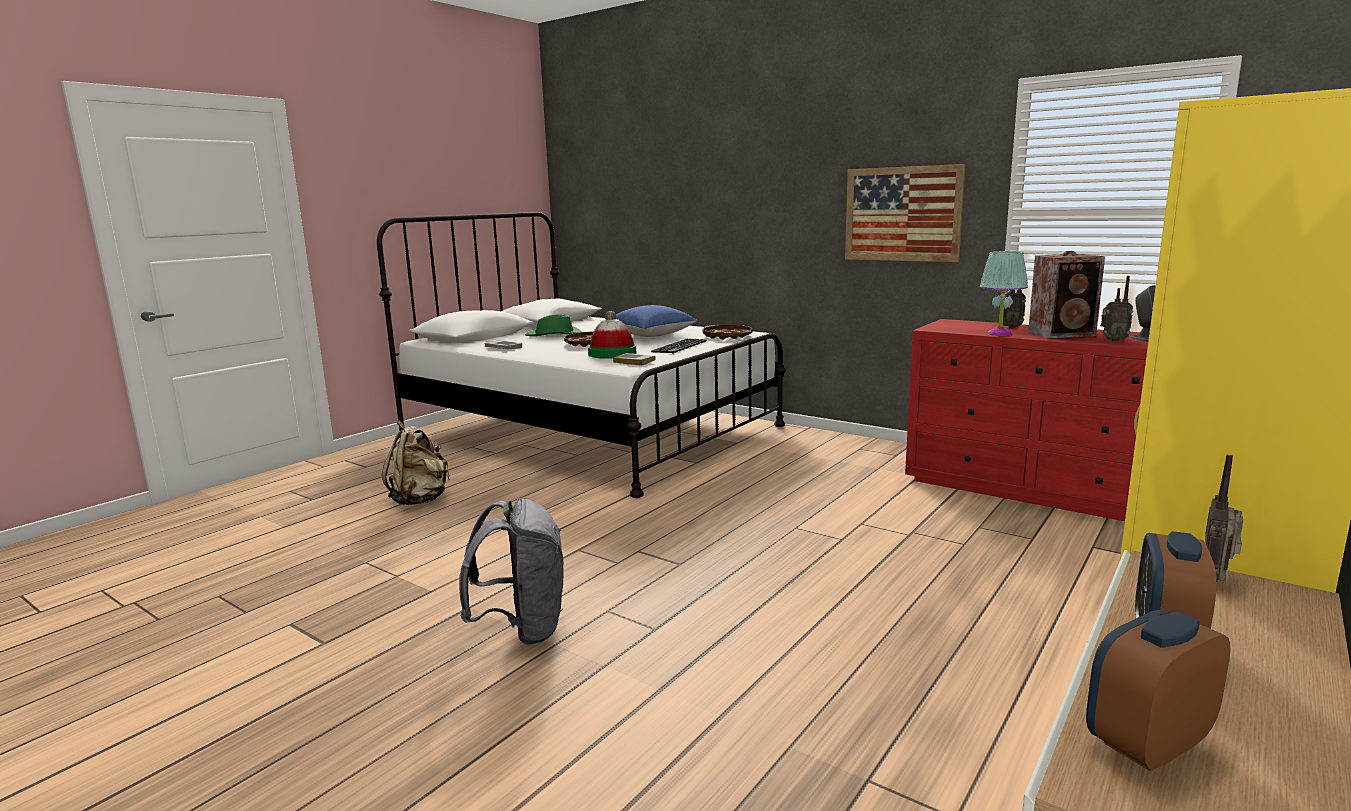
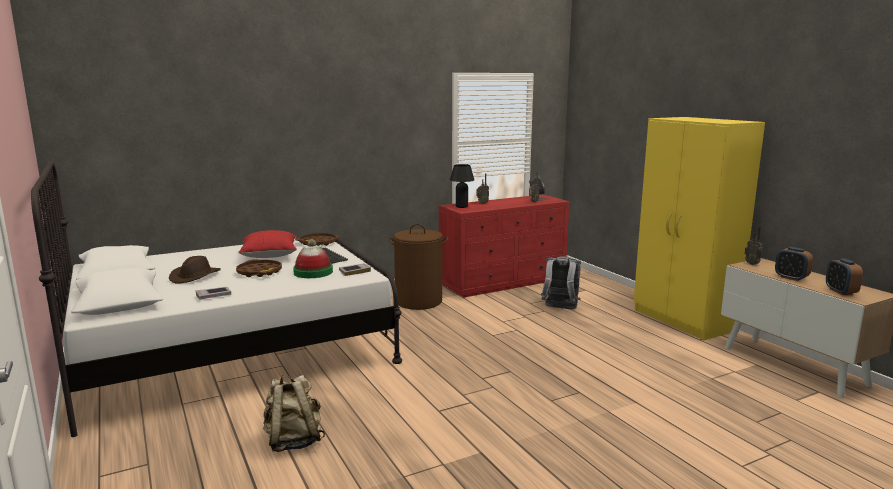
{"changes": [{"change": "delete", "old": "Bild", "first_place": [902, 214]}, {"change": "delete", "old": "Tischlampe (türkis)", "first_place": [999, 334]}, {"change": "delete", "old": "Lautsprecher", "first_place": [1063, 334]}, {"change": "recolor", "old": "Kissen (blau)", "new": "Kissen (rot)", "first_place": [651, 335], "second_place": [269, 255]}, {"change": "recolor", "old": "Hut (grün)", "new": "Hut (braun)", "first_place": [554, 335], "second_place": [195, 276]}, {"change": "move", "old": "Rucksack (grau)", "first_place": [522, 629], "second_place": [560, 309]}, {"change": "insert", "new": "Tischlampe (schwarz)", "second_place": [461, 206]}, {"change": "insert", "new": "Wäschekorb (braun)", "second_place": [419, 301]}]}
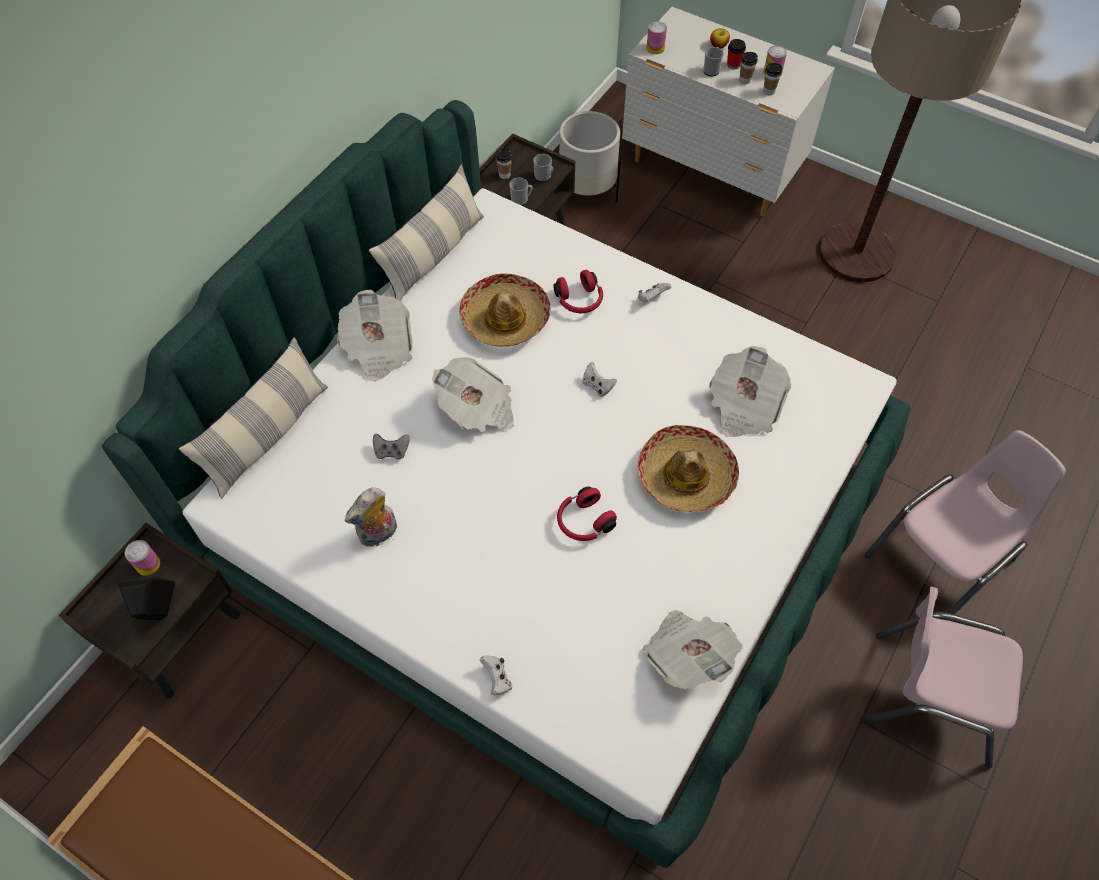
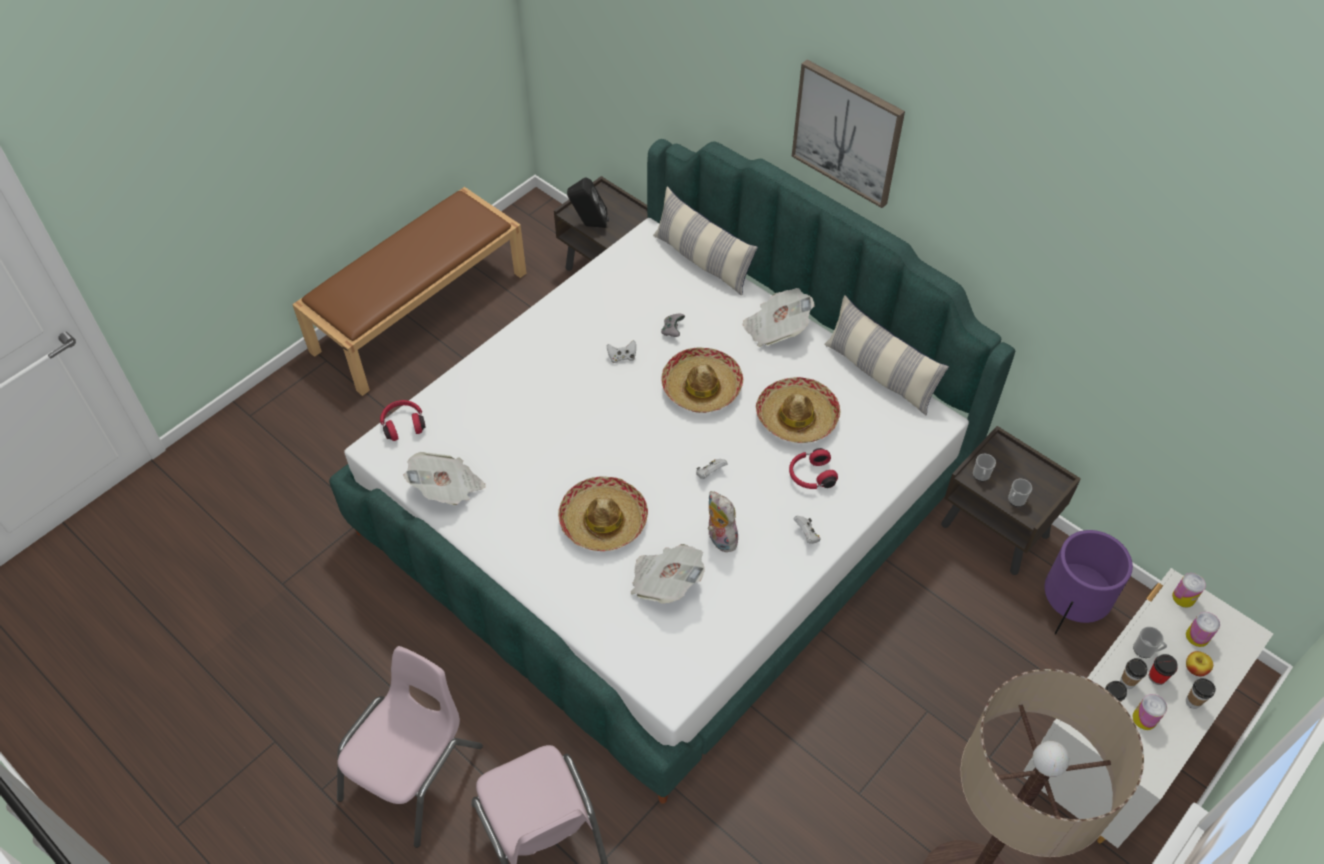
{"changes": [{"change": "recolor", "old": "Pflanzkübel (weiß)", "new": "Pflanzkübel (lila)", "first_place": [587, 192], "second_place": [1071, 606]}, {"change": "move", "old": "Tasse", "first_place": [504, 175], "second_place": [1192, 702]}, {"change": "replace", "old": "Zeitung", "new": "Hut", "first_place": [477, 409], "second_place": [701, 387]}, {"change": "move", "old": "Kopfhörer (rot)", "first_place": [583, 522], "second_place": [403, 424]}, {"change": "move", "old": "Plüschtier", "first_place": [378, 535], "second_place": [719, 538]}, {"change": "move", "old": "Dose", "first_place": [148, 564], "second_place": [1197, 636]}, {"change": "move", "old": "Gamepad (weiß)", "first_place": [497, 678], "second_place": [622, 357]}, {"change": "insert", "new": "Bild", "second_place": [847, 132]}]}
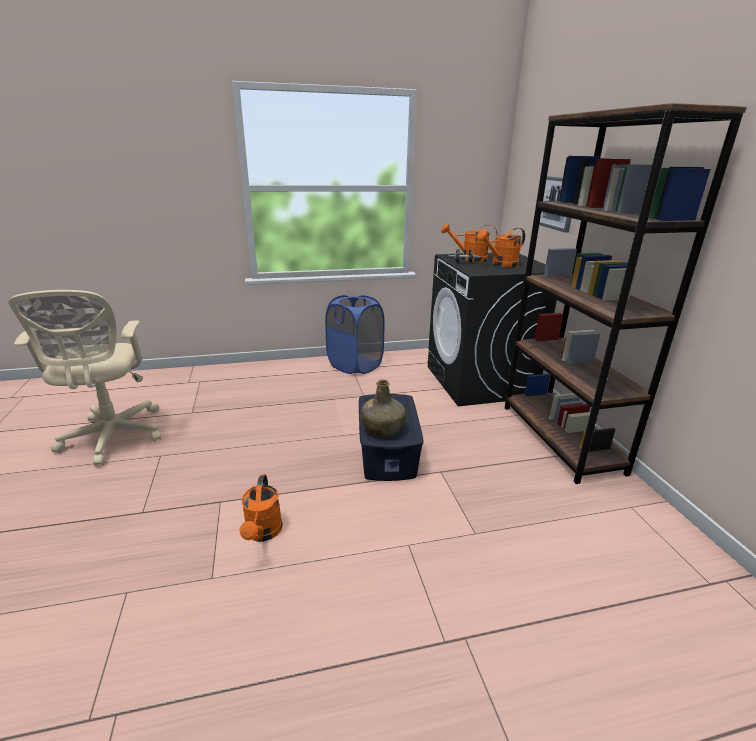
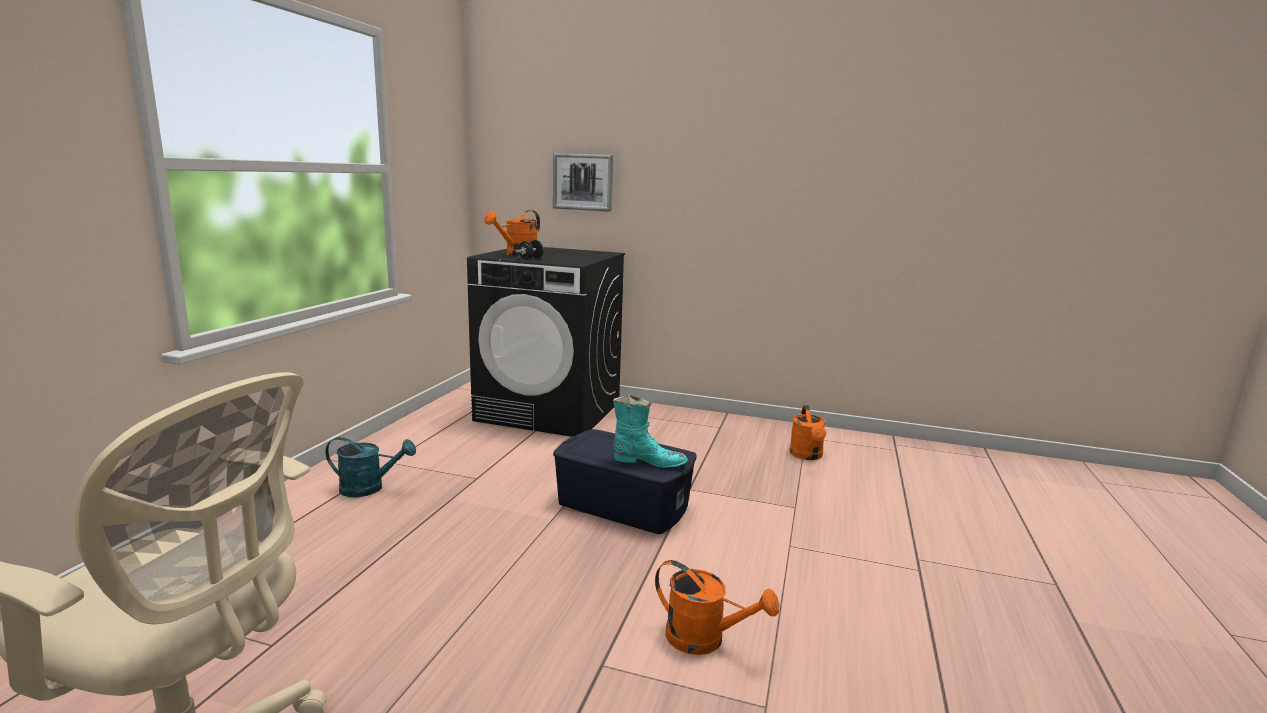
{"changes": [{"change": "delete", "old": "Bücherregal (braun)", "first_place": [560, 438]}, {"change": "move", "old": "Gießkanne (orange)", "first_place": [501, 265], "second_place": [807, 456]}, {"change": "delete", "old": "Wäschekorb (blau)", "first_place": [355, 365]}, {"change": "replace", "old": "Flasche (grün)", "new": "Stiefel (türkis)", "first_place": [382, 428], "second_place": [648, 462]}, {"change": "insert", "new": "Gießkanne (türkis)", "second_place": [369, 488]}]}
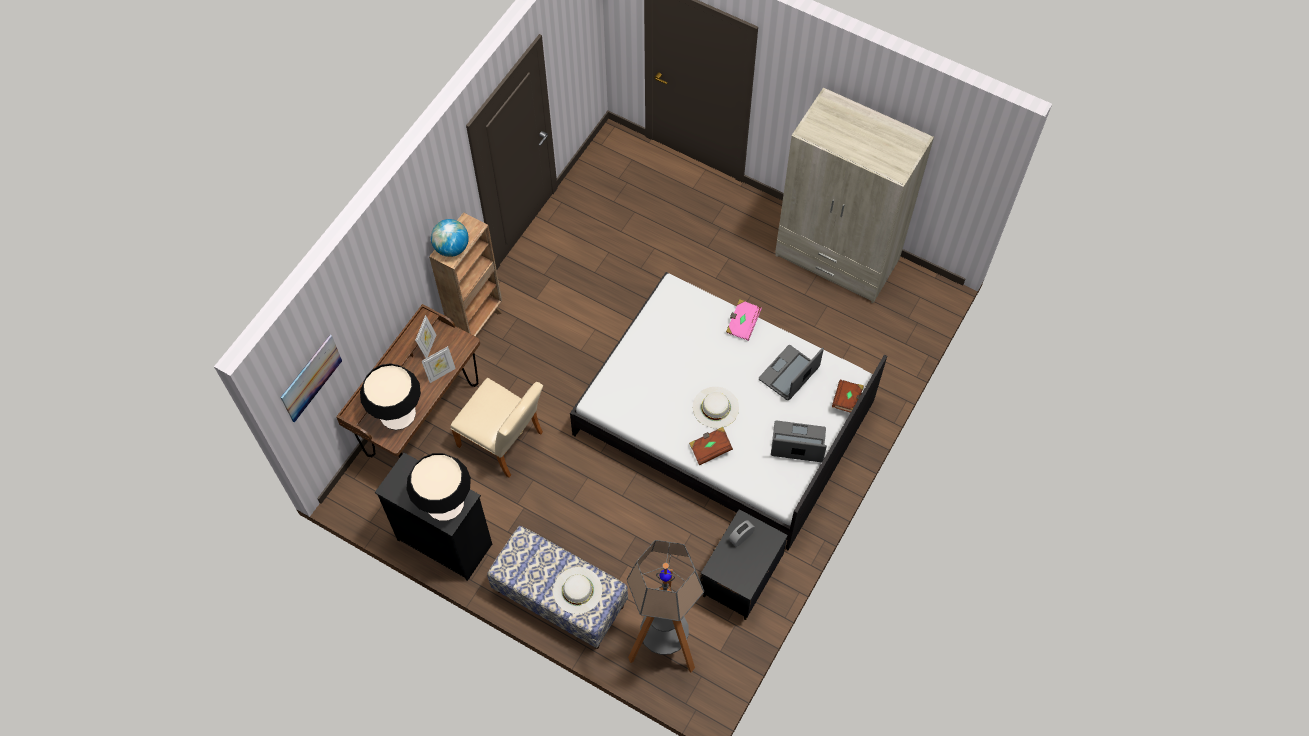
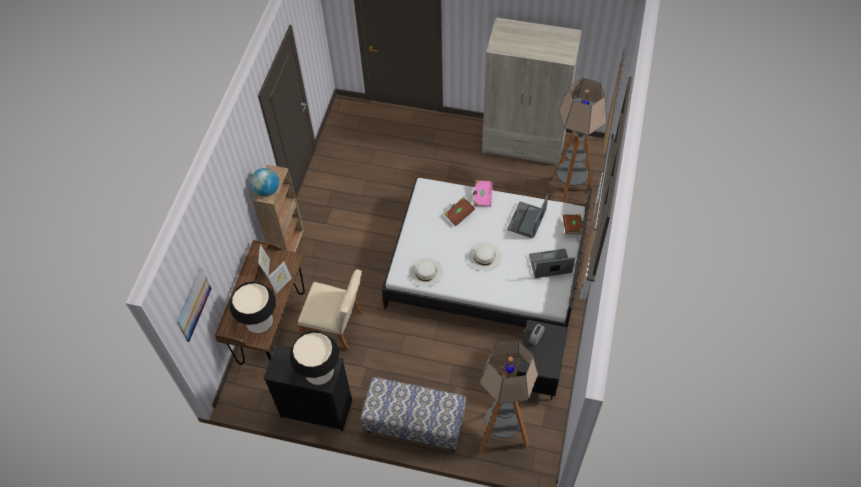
{"changes": [{"change": "move", "old": "Buch (braun)", "first_place": [710, 449], "second_place": [459, 214]}, {"change": "move", "old": "Hut (weiß)", "first_place": [577, 590], "second_place": [426, 272]}, {"change": "insert", "new": "Stehlampe", "second_place": [568, 193]}]}
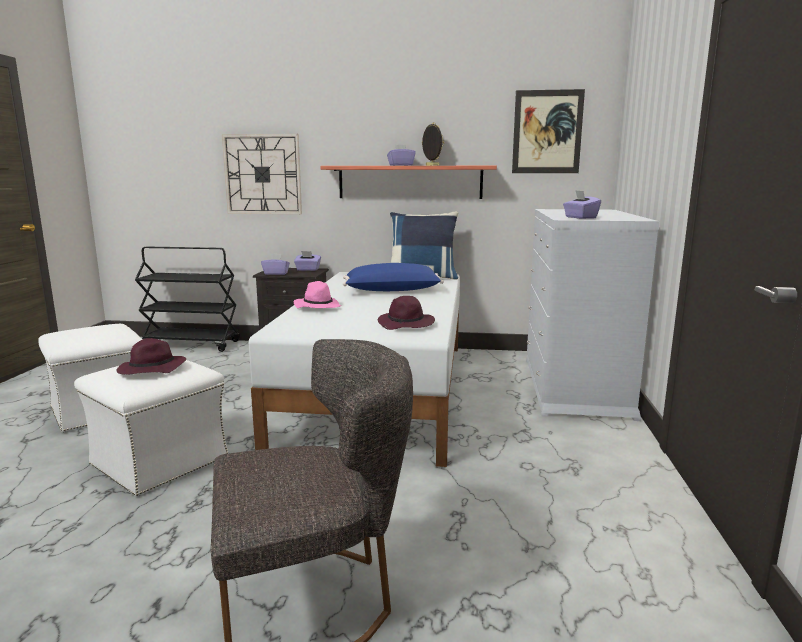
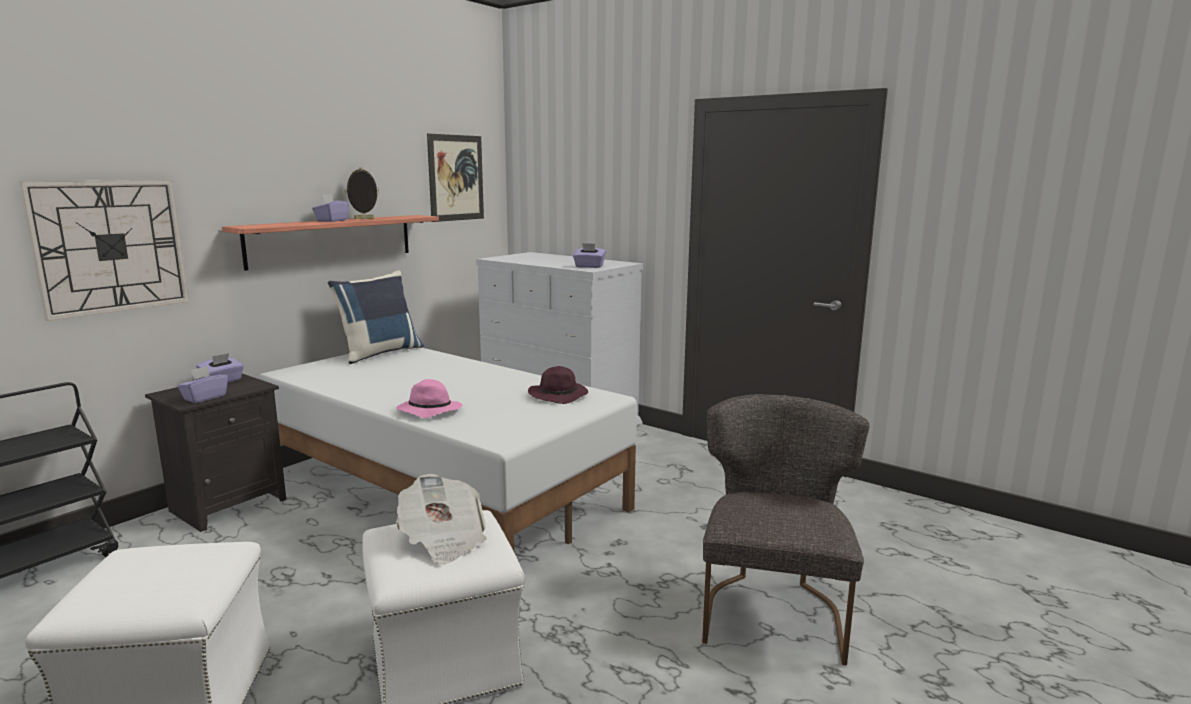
{"changes": [{"change": "delete", "old": "Kissen (blau)", "first_place": [392, 291]}, {"change": "replace", "old": "Hut (lila)", "new": "Zeitung", "first_place": [151, 370], "second_place": [443, 540]}]}
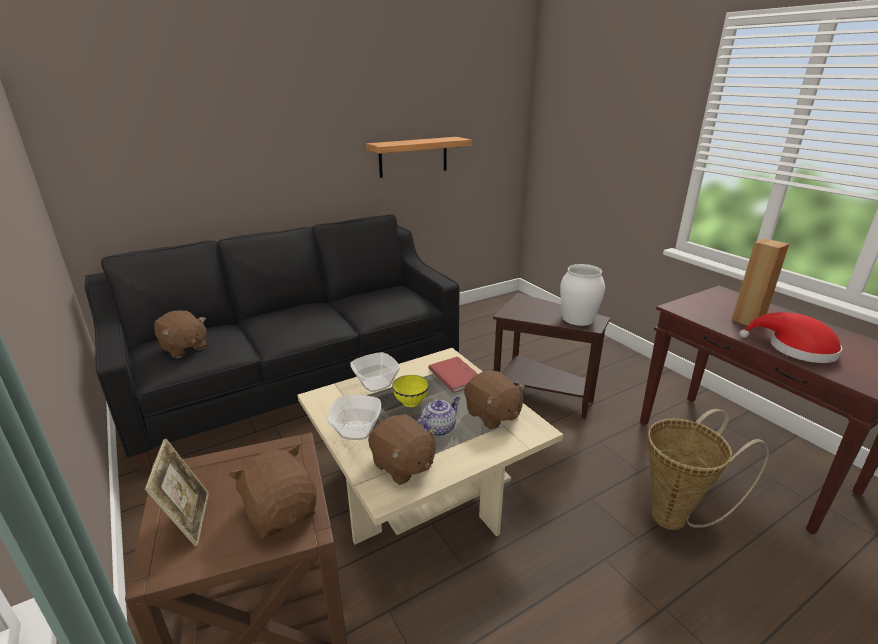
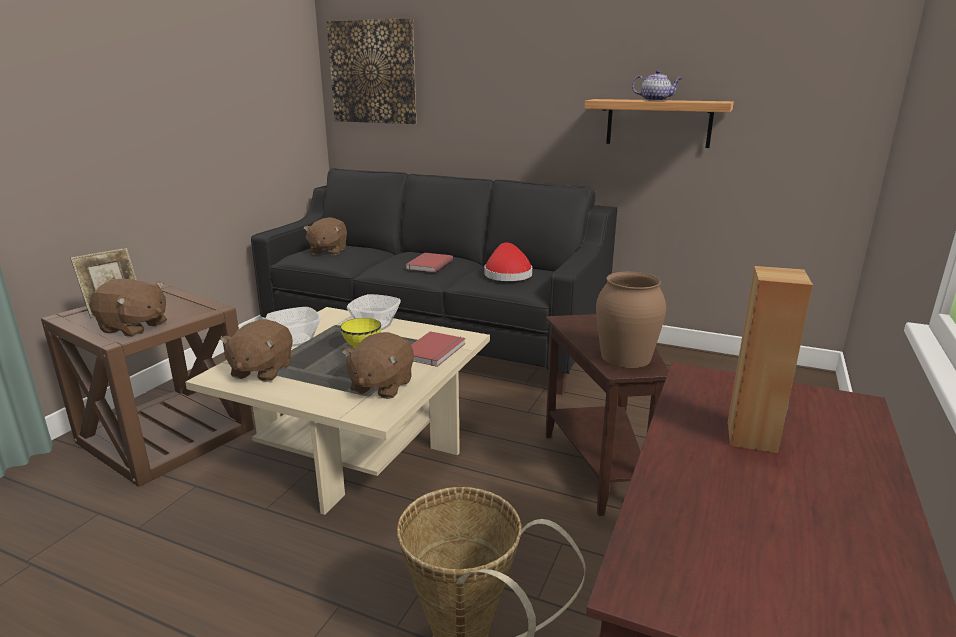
{"changes": [{"change": "recolor", "old": "Vase (weiß)", "new": "Vase (braun)", "first_place": [578, 318], "second_place": [625, 357]}, {"change": "move", "old": "Hut (rot)", "first_place": [795, 349], "second_place": [507, 274]}, {"change": "move", "old": "Teekanne", "first_place": [439, 428], "second_place": [655, 100]}, {"change": "rotate", "old": "Plüschtier (braun)", "first_place": [281, 511], "second_place": [134, 328], "degrees": 90}, {"change": "insert", "new": "Bild", "second_place": [373, 72]}, {"change": "insert", "new": "Buch (rot)", "second_place": [428, 264]}]}
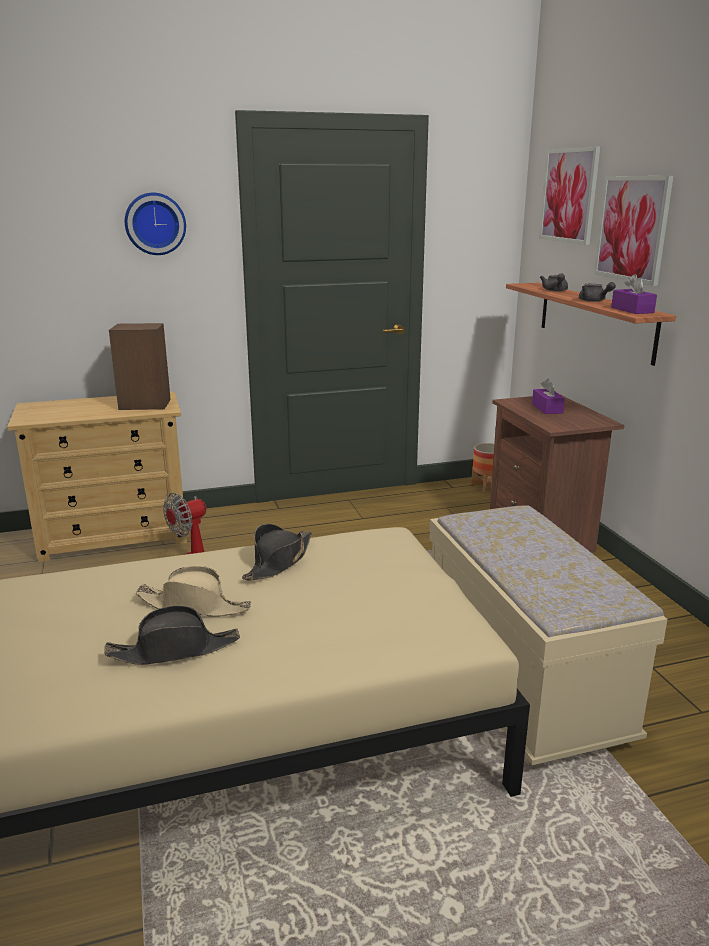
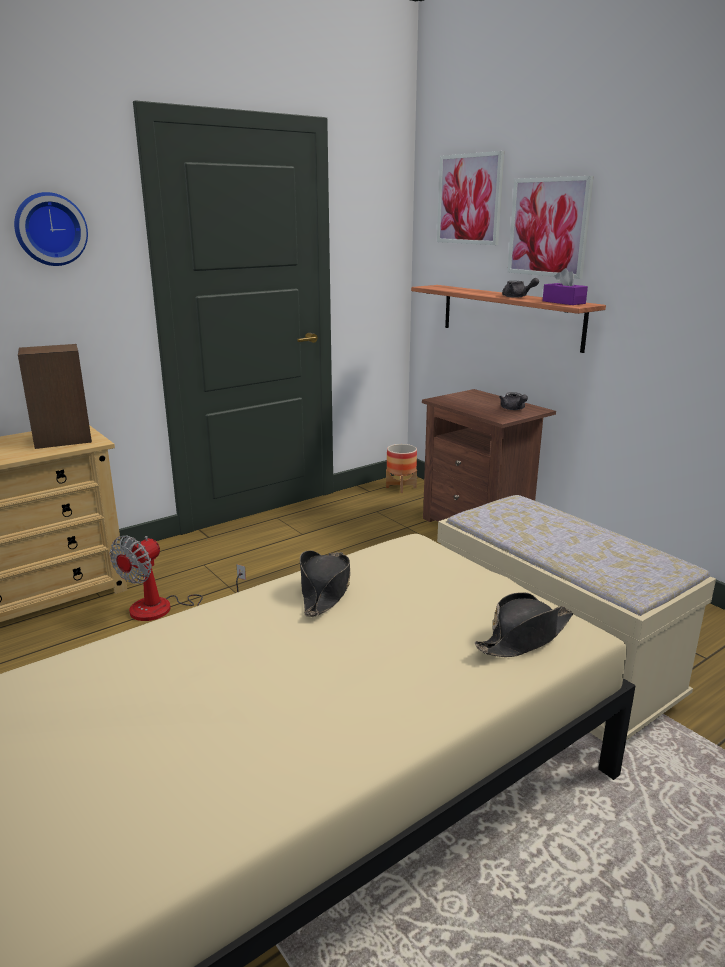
{"changes": [{"change": "move", "old": "Teekanne (grau)", "first_place": [555, 291], "second_place": [513, 409]}, {"change": "delete", "old": "Taschentuchbox (lila)", "first_place": [547, 408]}, {"change": "delete", "old": "Hut (beige)", "first_place": [194, 606]}, {"change": "move", "old": "Hut (schwarz)", "first_place": [175, 650], "second_place": [525, 637]}]}
